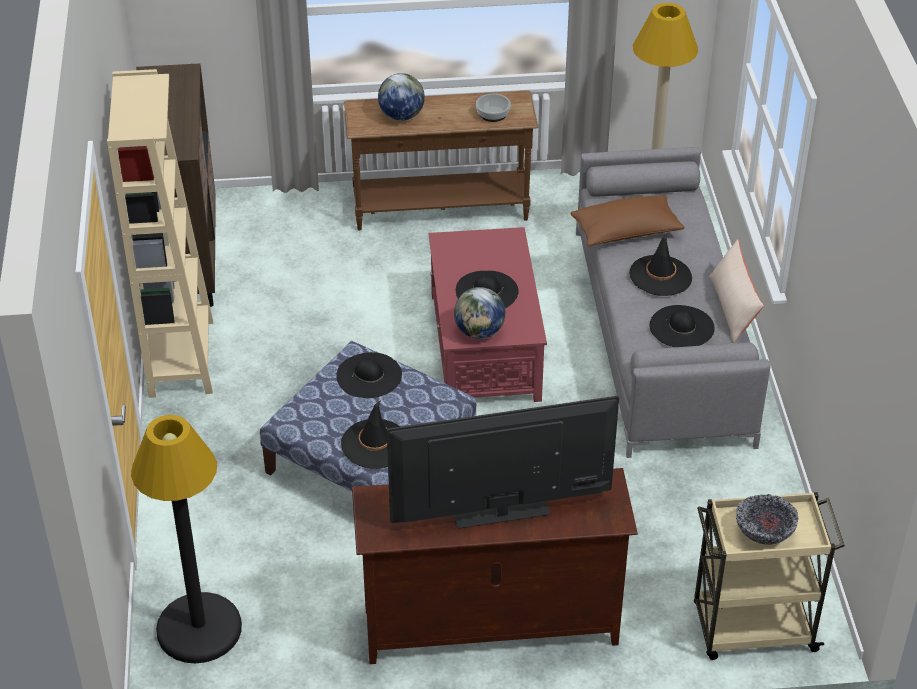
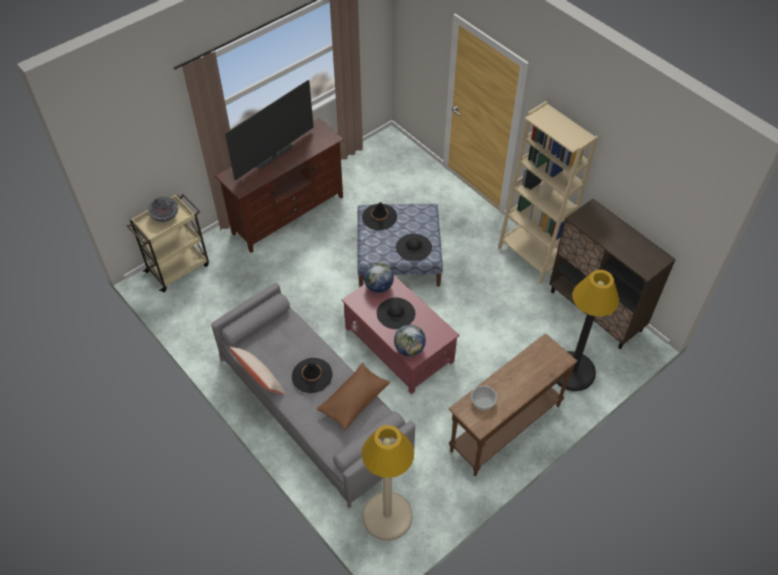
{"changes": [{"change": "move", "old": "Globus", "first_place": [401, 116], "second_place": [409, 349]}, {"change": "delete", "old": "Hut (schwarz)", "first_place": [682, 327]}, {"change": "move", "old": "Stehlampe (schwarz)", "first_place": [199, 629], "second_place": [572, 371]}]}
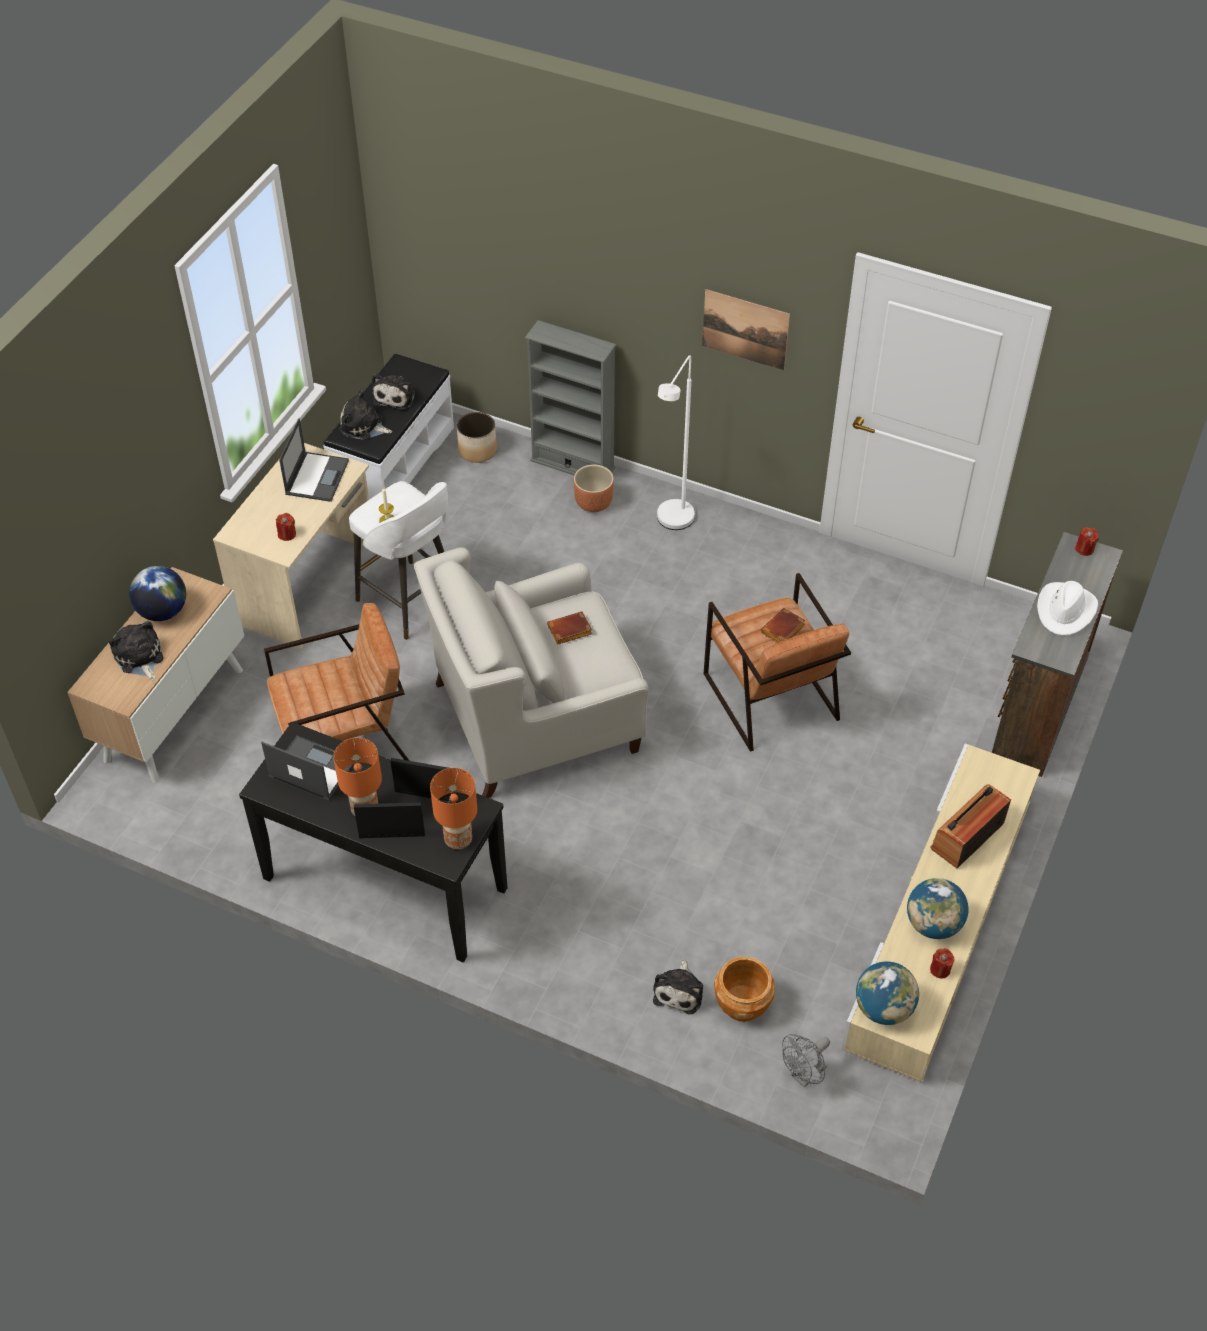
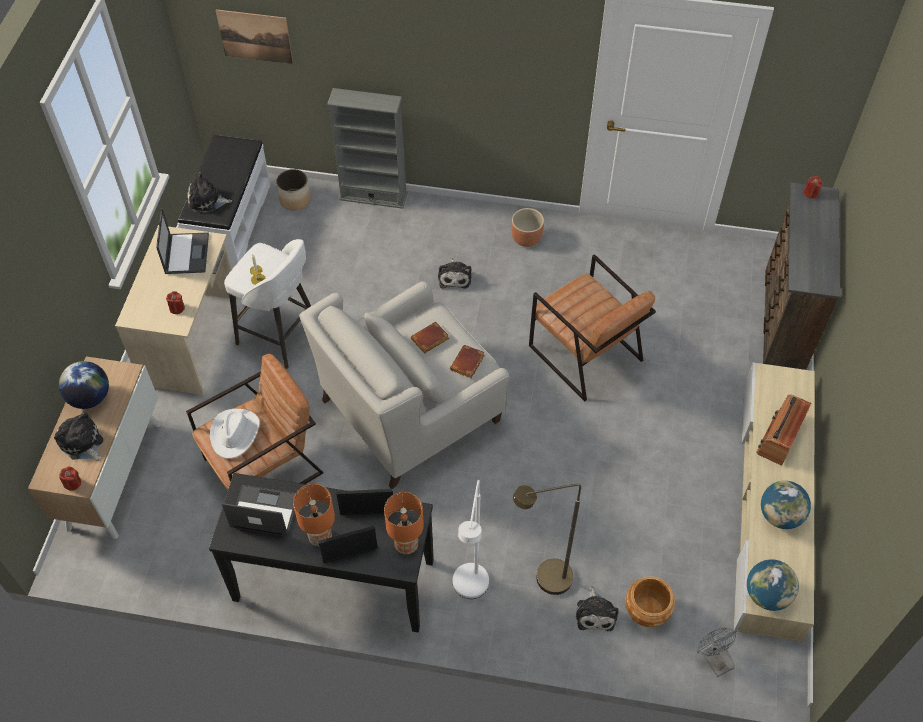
{"changes": [{"change": "move", "old": "Bild", "first_place": [745, 329], "second_place": [255, 36]}, {"change": "move", "old": "Stehlampe (weiß)", "first_place": [672, 524], "second_place": [470, 592]}, {"change": "move", "old": "Plüschtier", "first_place": [395, 396], "second_place": [454, 277]}, {"change": "move", "old": "Pflanzkübel (braun)", "first_place": [594, 503], "second_place": [526, 238]}, {"change": "move", "old": "Hut (weiß)", "first_place": [1065, 610], "second_place": [235, 433]}, {"change": "move", "old": "Buch (braun)", "first_place": [783, 631], "second_place": [468, 364]}, {"change": "move", "old": "Kerze (rot)", "first_place": [940, 969], "second_place": [72, 483]}, {"change": "rotate", "old": "Ventilator (grau)", "first_place": [804, 1075], "second_place": [713, 659], "degrees": 120}, {"change": "insert", "new": "Stehlampe (braun)", "second_place": [544, 581]}]}
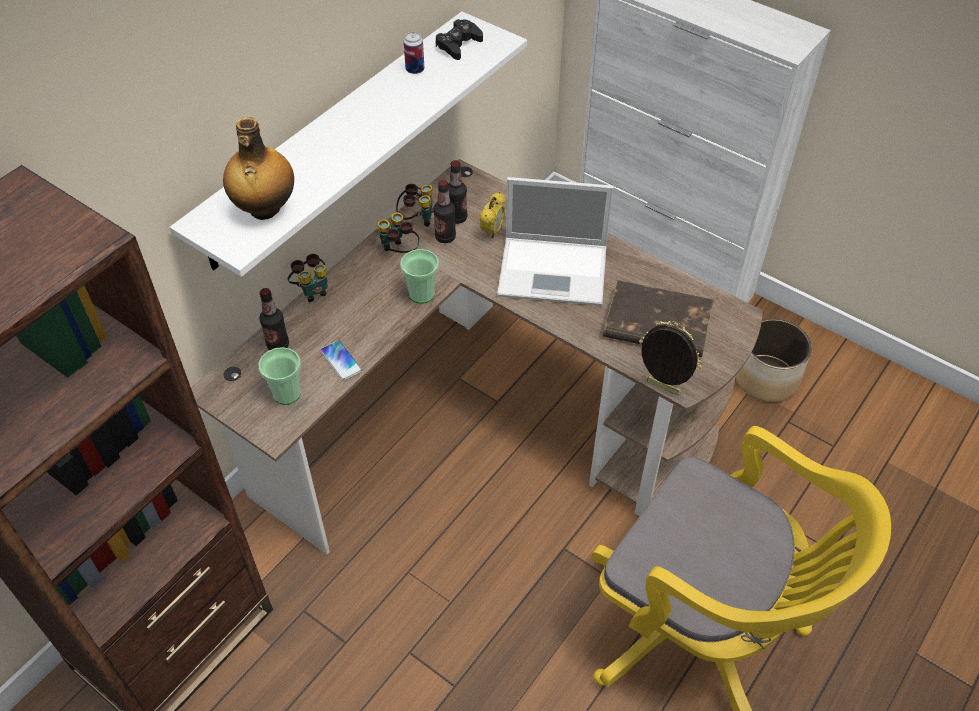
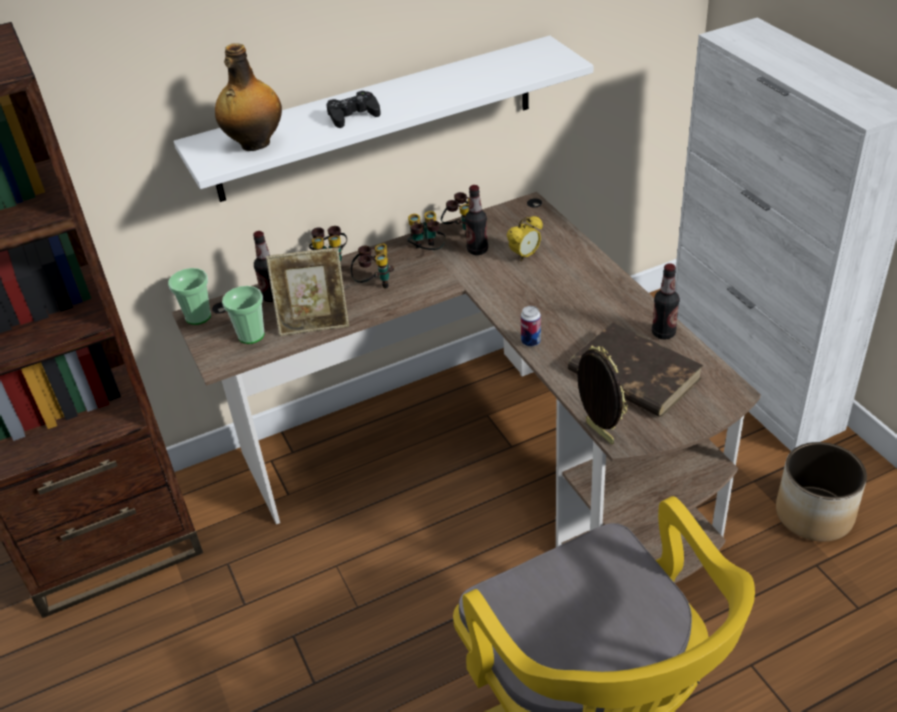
{"changes": [{"change": "move", "old": "Gamepad (schwarz)", "first_place": [458, 45], "second_place": [353, 115]}, {"change": "move", "old": "Dose", "first_place": [415, 69], "second_place": [531, 341]}, {"change": "move", "old": "Flasche", "first_place": [457, 218], "second_place": [663, 333]}, {"change": "delete", "old": "Laptop", "first_place": [555, 271]}, {"change": "move", "old": "Tasse", "first_place": [421, 294], "second_place": [198, 316]}, {"change": "replace", "old": "Handy", "new": "Bilderrahmen", "first_place": [341, 361], "second_place": [314, 323]}, {"change": "insert", "new": "Fernglas", "second_place": [374, 283]}]}
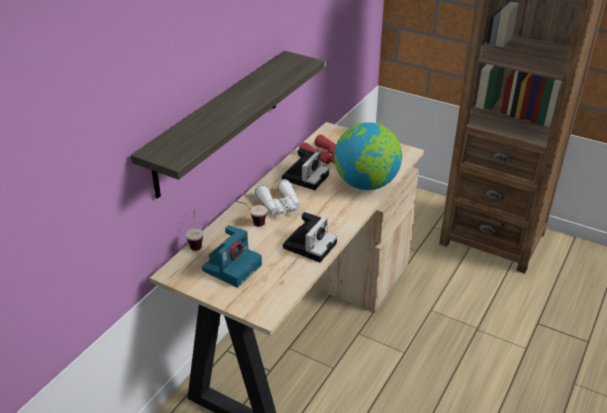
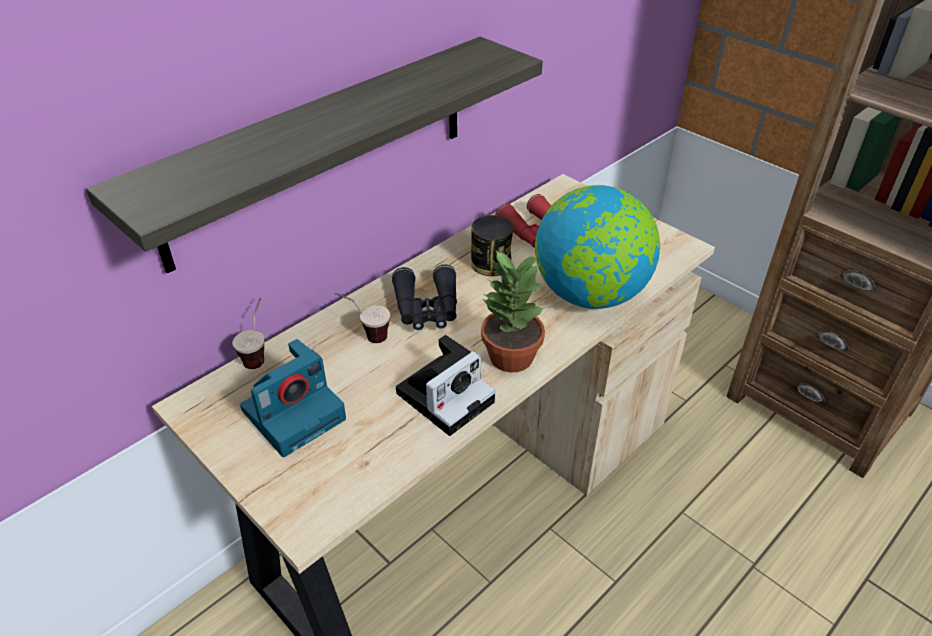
{"changes": [{"change": "replace", "old": "Kamera", "new": "Dose", "first_place": [305, 176], "second_place": [491, 263]}, {"change": "recolor", "old": "Fernglas (weiß)", "new": "Fernglas (schwarz)", "first_place": [280, 205], "second_place": [427, 309]}, {"change": "insert", "new": "Topfpflanze", "second_place": [510, 356]}]}
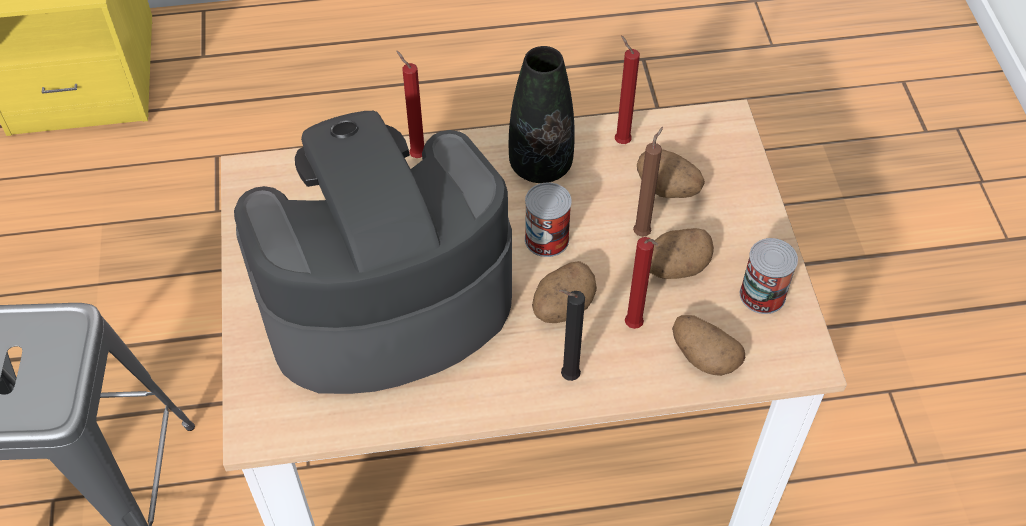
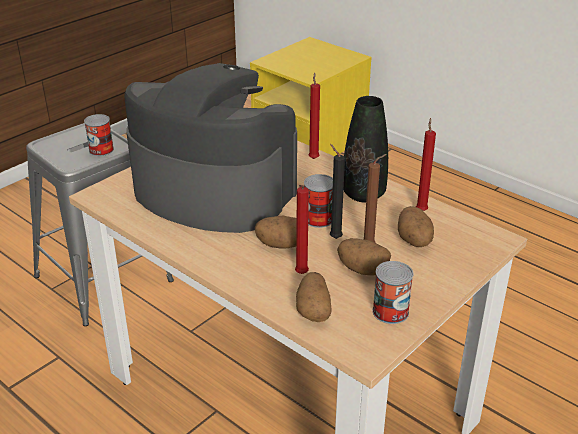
{"changes": [{"change": "move", "old": "Kerze (schwarz)", "first_place": [567, 376], "second_place": [334, 237]}, {"change": "insert", "new": "Dose", "second_place": [101, 150]}]}
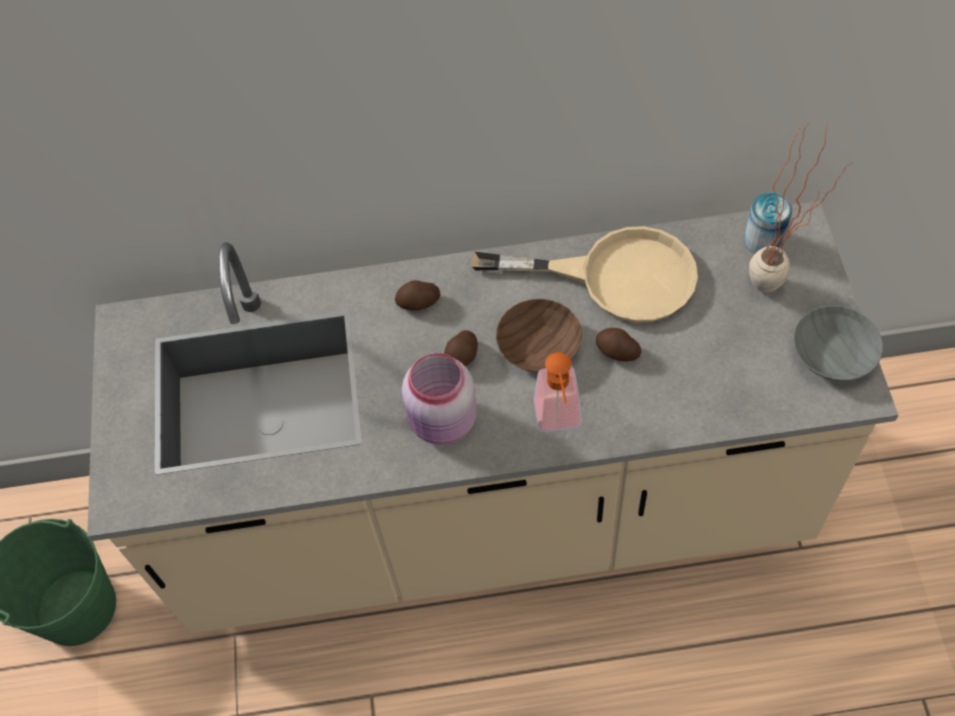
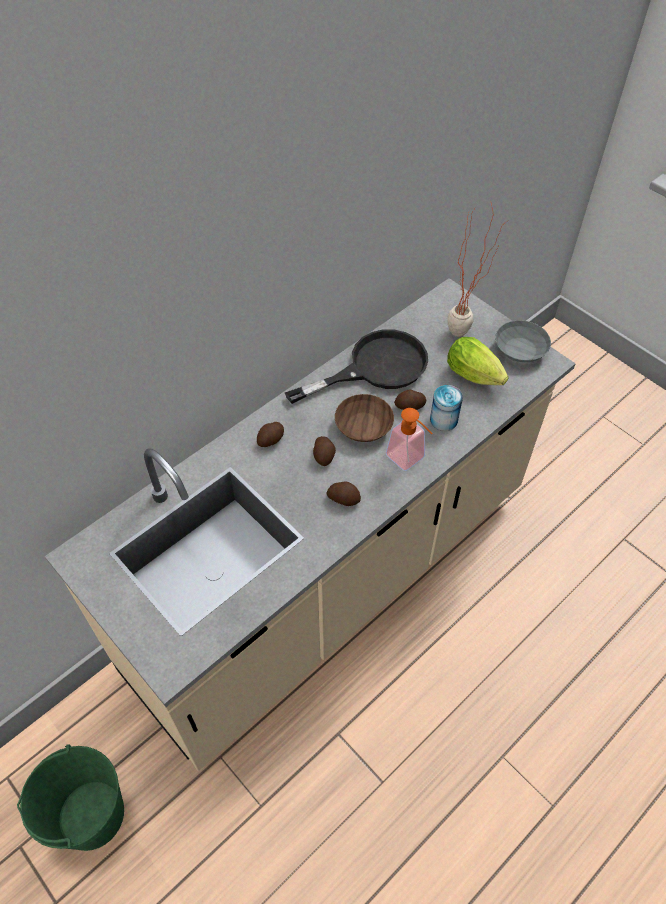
{"changes": [{"change": "move", "old": "Dose", "first_place": [763, 240], "second_place": [444, 419]}, {"change": "recolor", "old": "Pfanne (beige)", "new": "Pfanne (schwarz)", "first_place": [615, 277], "second_place": [375, 367]}, {"change": "replace", "old": "Vorratsglas (rosa)", "new": "Kartoffel", "first_place": [443, 423], "second_place": [343, 498]}, {"change": "insert", "new": "Salatkopf", "second_place": [476, 377]}]}
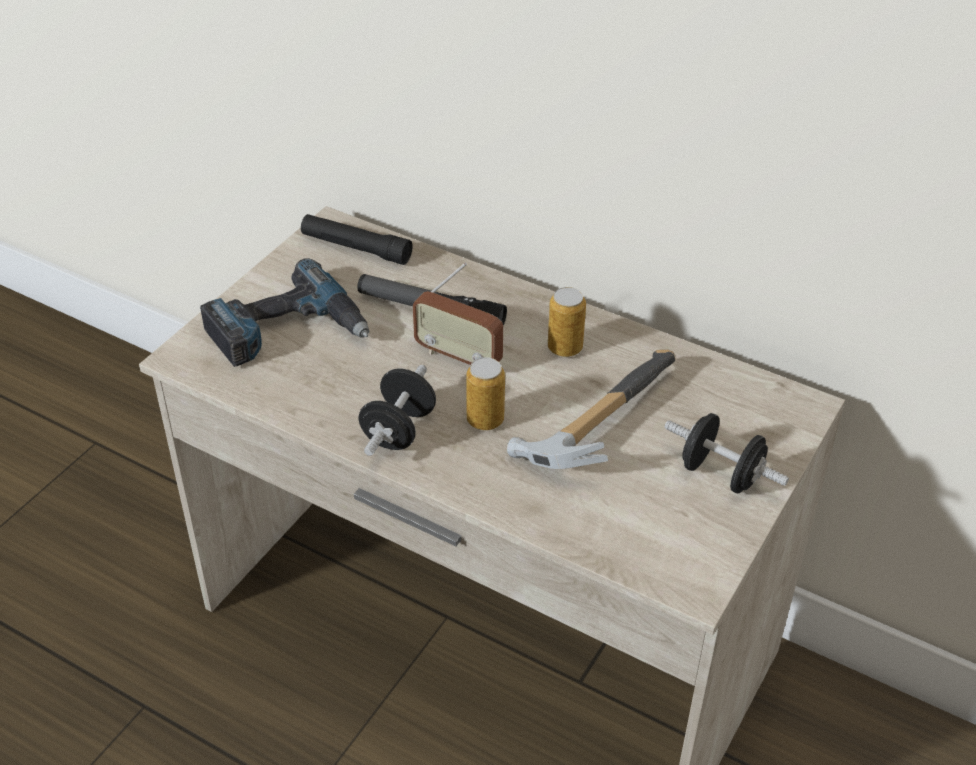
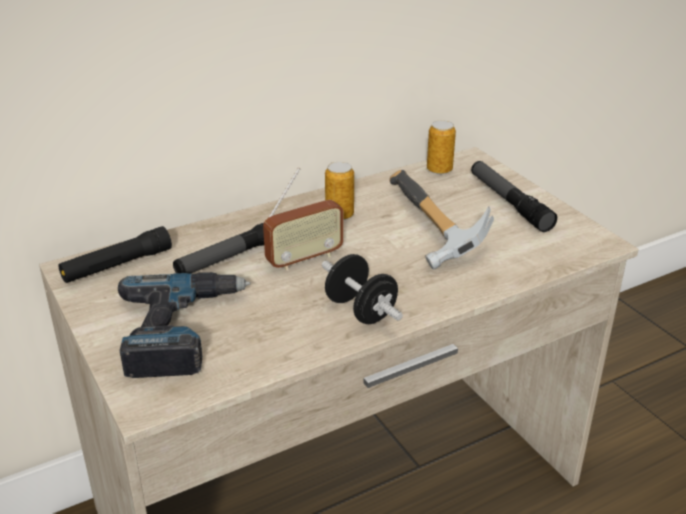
{"changes": [{"change": "move", "old": "Dose", "first_place": [485, 420], "second_place": [439, 170]}, {"change": "replace", "old": "Hantel (schwarz)", "new": "Taschenlampe", "first_place": [720, 474], "second_place": [509, 202]}]}
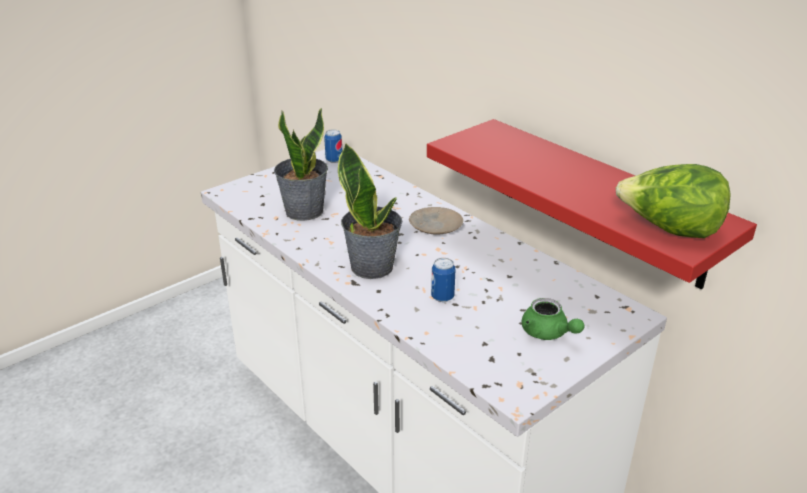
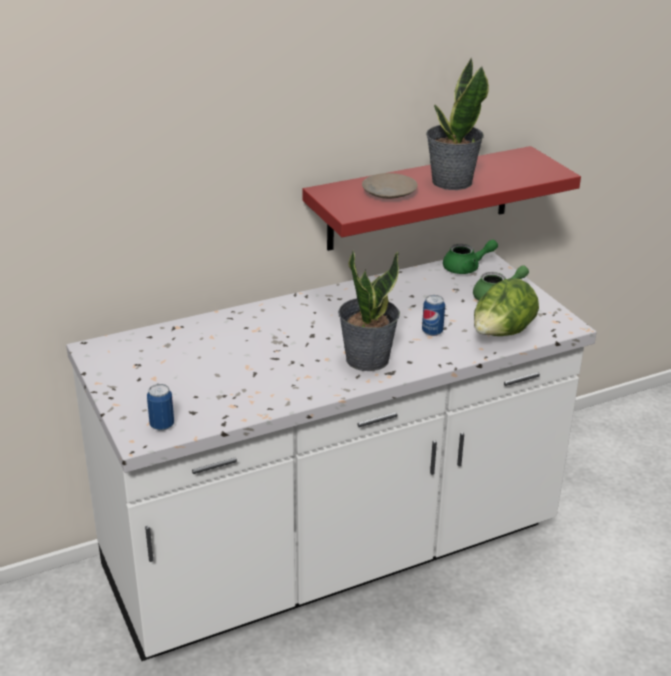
{"changes": [{"change": "move", "old": "Topfpflanze", "first_place": [304, 211], "second_place": [451, 182]}, {"change": "move", "old": "Dose", "first_place": [334, 160], "second_place": [162, 425]}, {"change": "move", "old": "Salatkopf", "first_place": [669, 230], "second_place": [501, 334]}, {"change": "move", "old": "Teller (beige)", "first_place": [435, 226], "second_place": [388, 193]}, {"change": "insert", "new": "Teekanne (grün)", "second_place": [466, 268]}]}
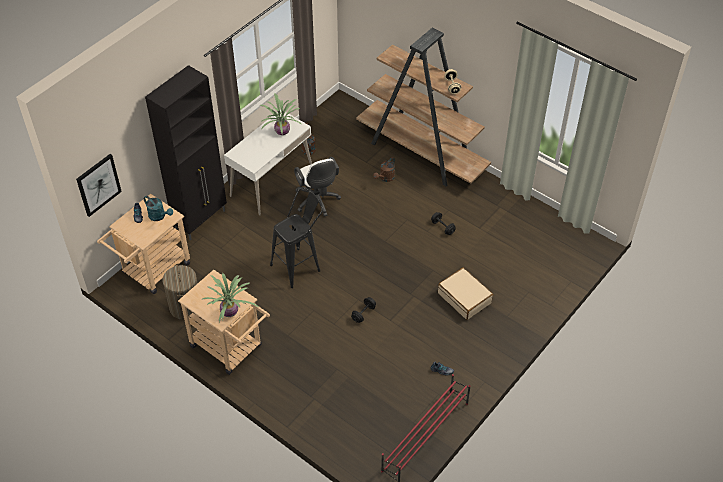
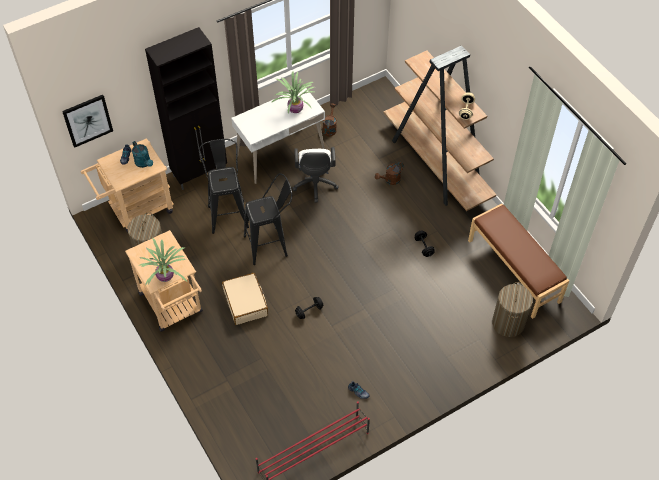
{"changes": [{"change": "move", "old": "Koffer (beige)", "first_place": [464, 298], "second_place": [246, 303]}, {"change": "insert", "new": "Hocker (schwarz)", "second_place": [227, 212]}, {"change": "insert", "new": "Bank (braun)", "second_place": [514, 270]}, {"change": "insert", "new": "Wäschekorb", "second_place": [508, 323]}]}
